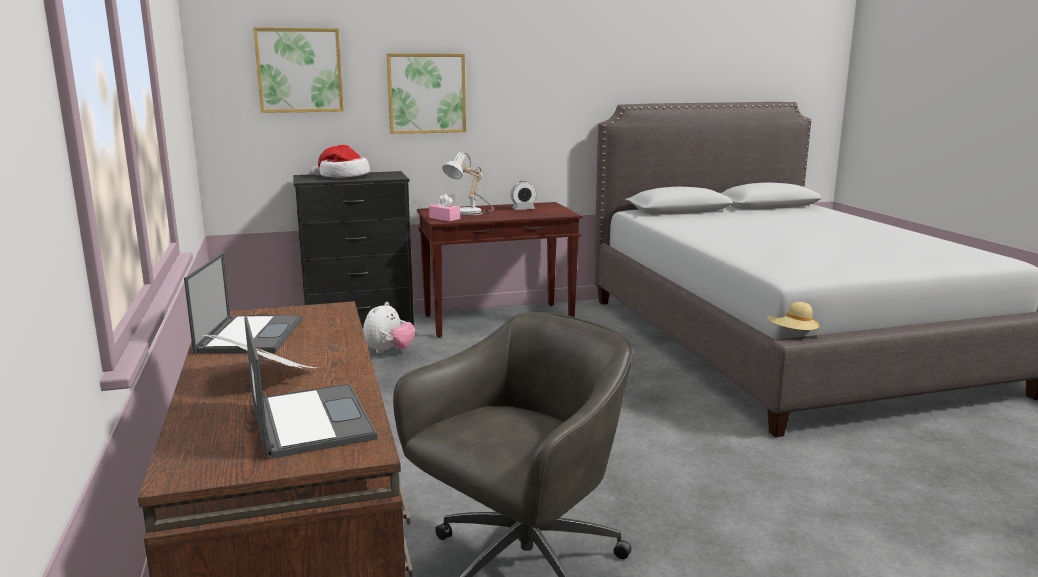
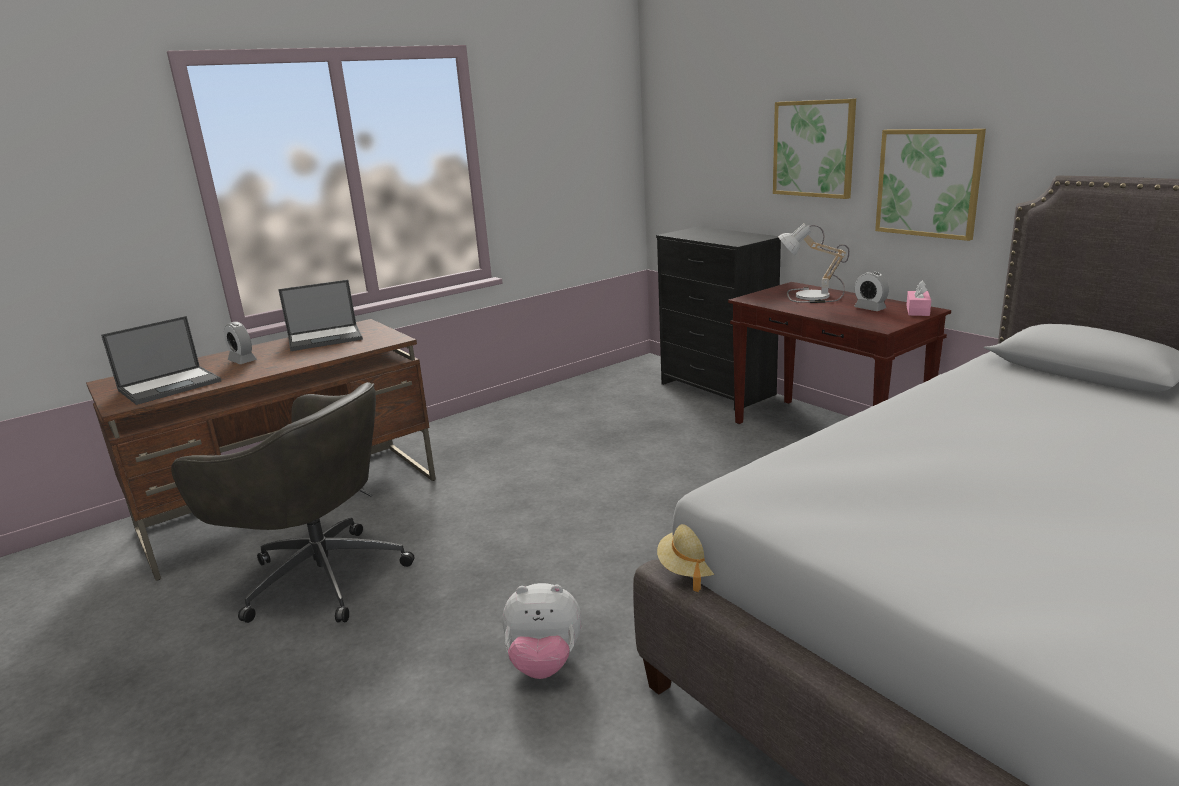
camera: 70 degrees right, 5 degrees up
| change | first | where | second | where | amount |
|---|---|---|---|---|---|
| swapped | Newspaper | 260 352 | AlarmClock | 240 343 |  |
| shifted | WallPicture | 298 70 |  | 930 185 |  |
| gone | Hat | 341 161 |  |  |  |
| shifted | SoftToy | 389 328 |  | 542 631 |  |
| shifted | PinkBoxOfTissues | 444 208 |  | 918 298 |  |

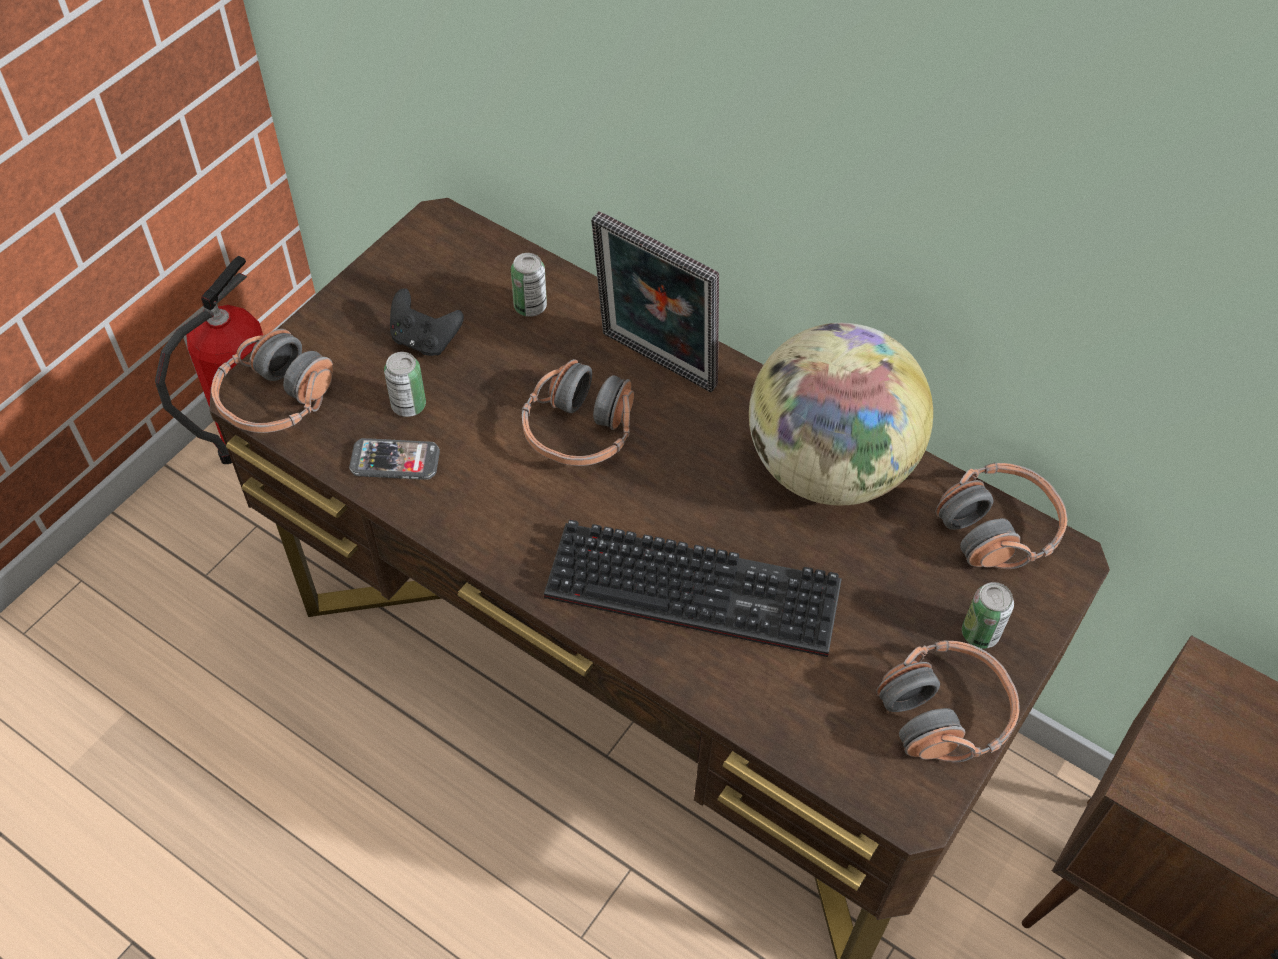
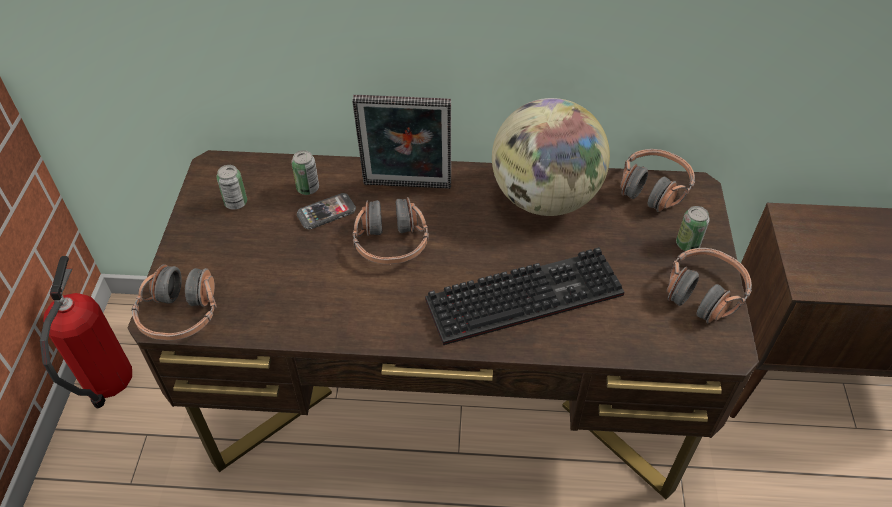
camera: 30 degrees left, 5 degrees down
| change | first | where | second | where | amount |
|---|---|---|---|---|---|
| shifted | Telephone | 394 459 |  | 326 211 |  |
| shifted | MetalCan | 405 384 |  | 232 187 |  |
| gone | BlackishJoypad | 427 322 |  |  |  |

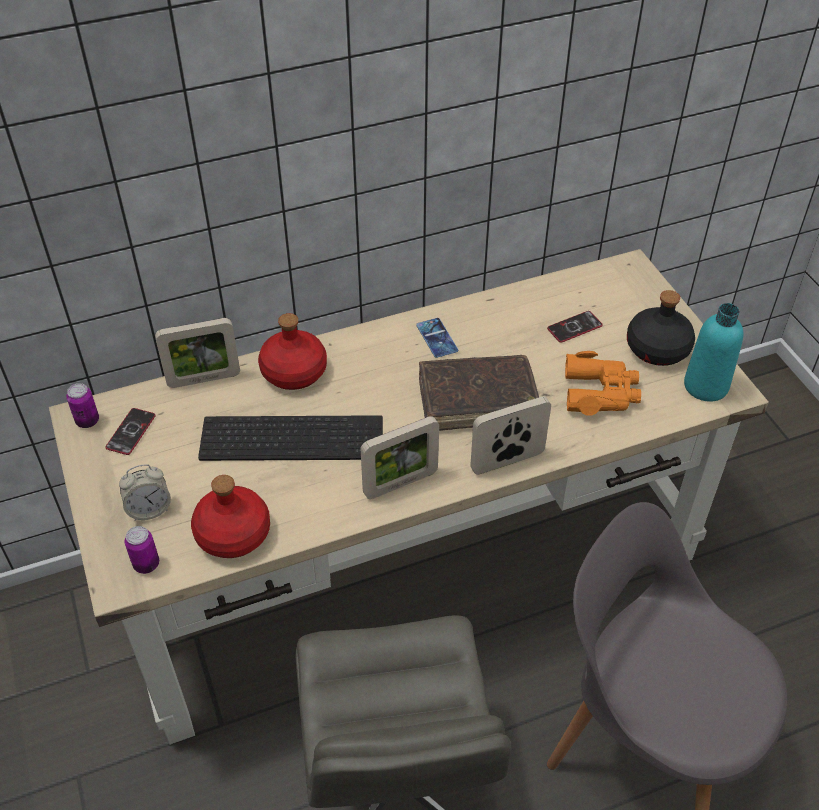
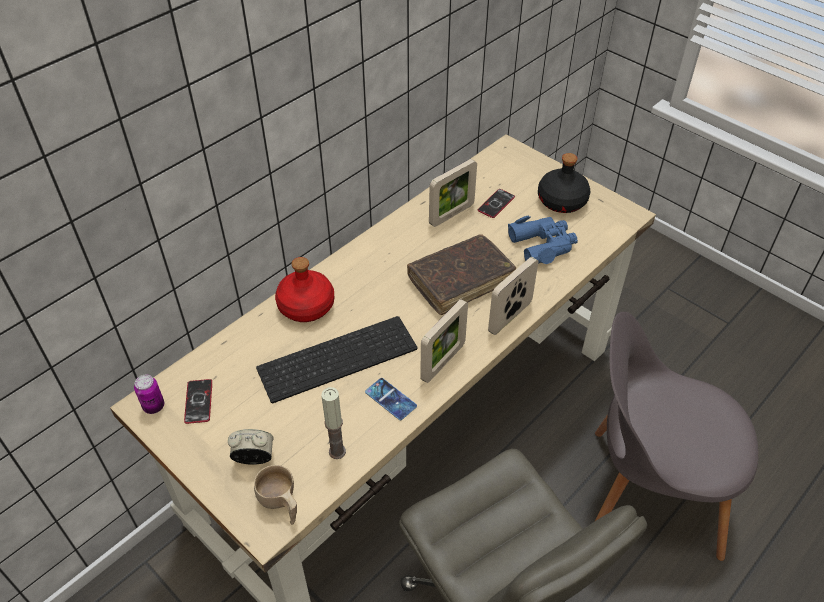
camera: 25 degrees left, 0 degrees up
| change | first | where | second | where | amount |
|---|---|---|---|---|---|
| rotated | AlarmClock | 145 492 |  | 251 447 | 135 degrees counterclockwise |
| swapped | MetalCan | 142 550 | BeigeColouredCup | 275 495 |  |
| shifted | StandingFrame | 197 353 |  | 453 193 |  |
| swapped | RedColouredBeverageBottle | 230 516 | Candle | 333 423 |  |
| shifted | Telephone | 437 338 |  | 391 399 |  |
| repainted | OrangeyFieldGlasses | 603 383 | BlueFieldGlasses | 543 240 |  |
| gone | TurquoiseBeverageBottle | 713 352 |  |  |  |

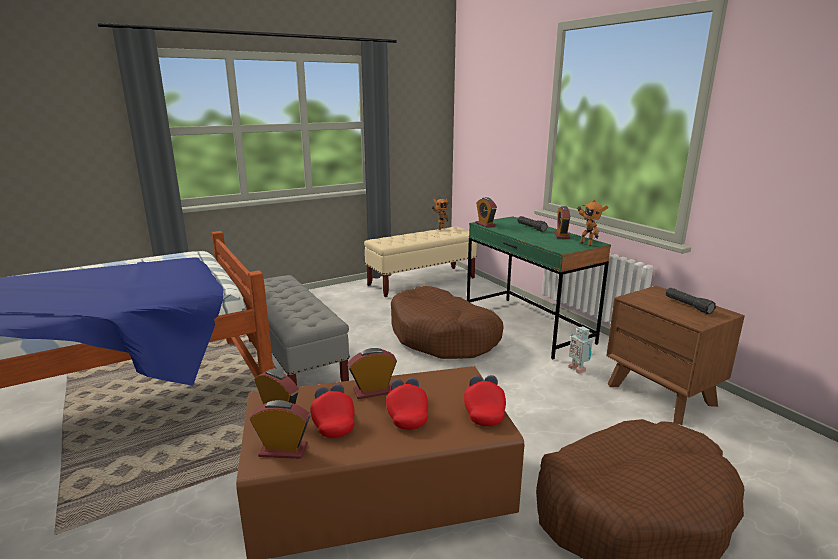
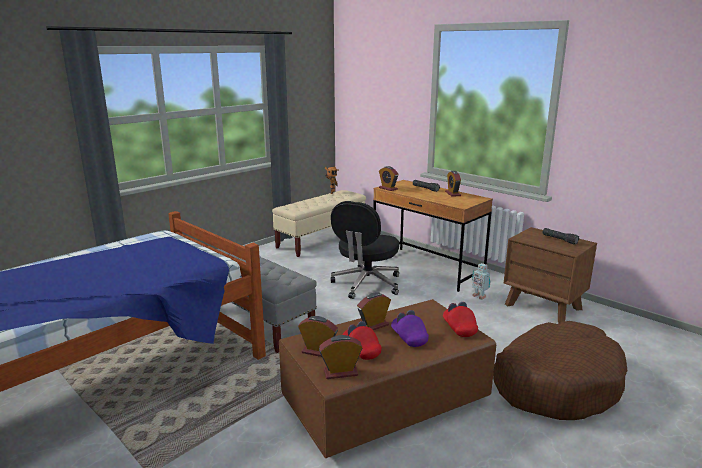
camera: 15 degrees left, 0 degrees up
| change | first | where | second | where | amount |
|---|---|---|---|---|---|
| repainted | RedColouredPeakedCap | 407 404 | PurplishPeakedCap | 410 328 |  |
| swapped | BrownDogCushion | 447 322 | BlackishOfficeChair | 365 250 |  |
| repainted | GreenDeskUnit | 539 288 | BrownDeskUnit | 433 236 |  |
| gone | ModelRobot | 593 222 |  |  |  |

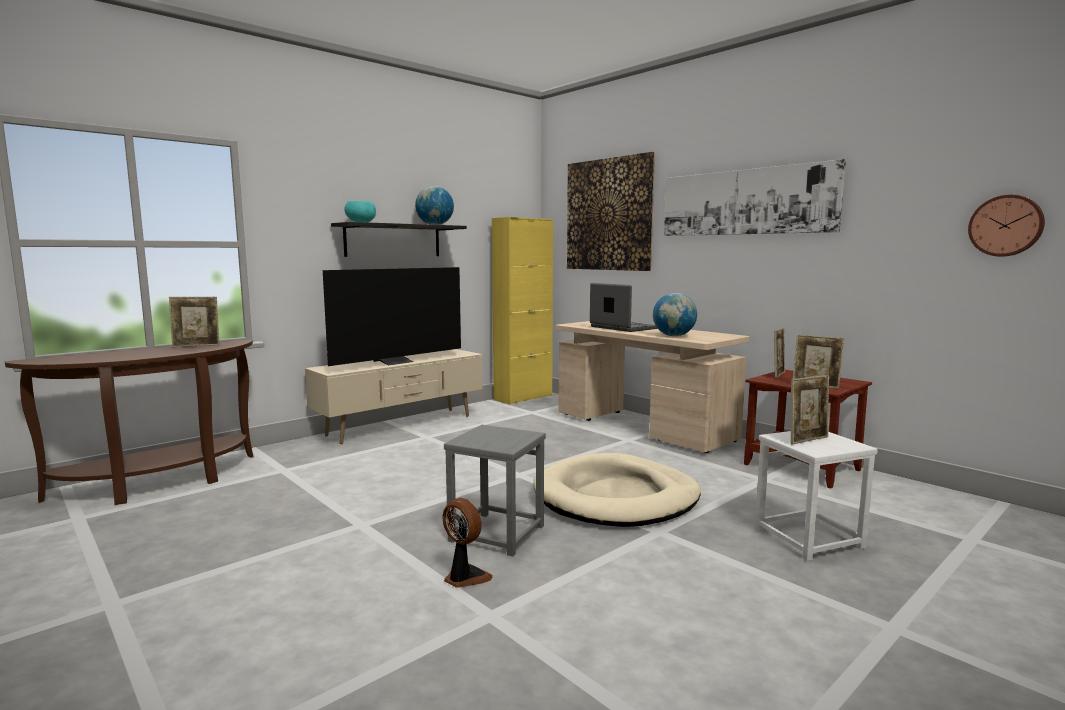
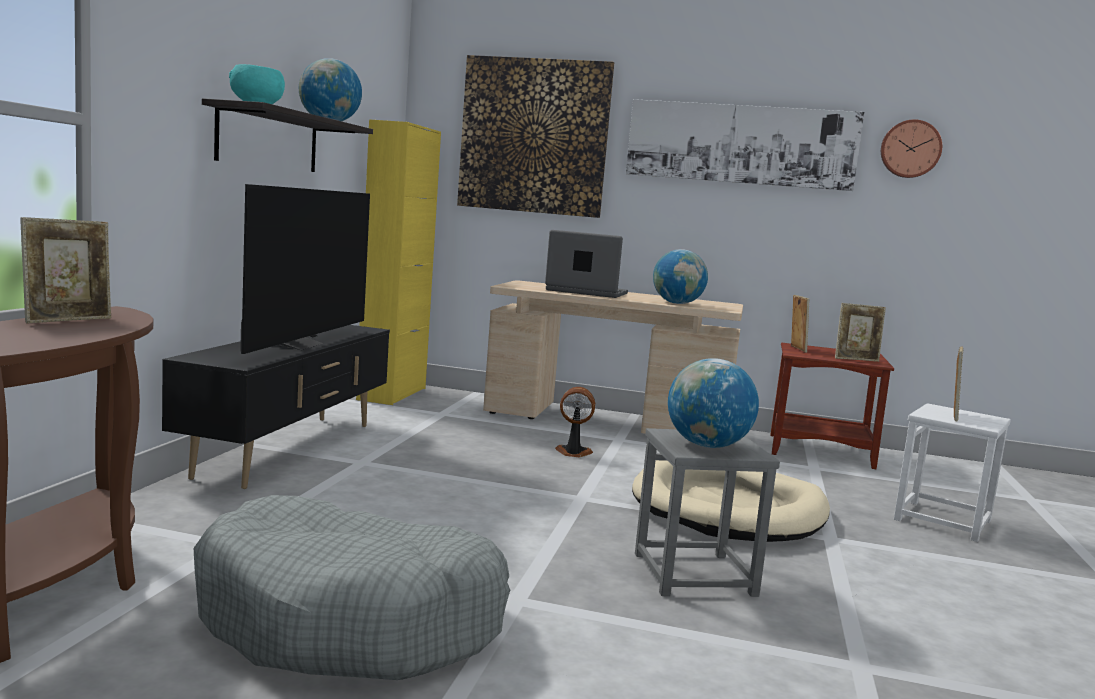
camera: 35 degrees left, 0 degrees up
| change | first | where | second | where | amount |
|---|---|---|---|---|---|
| repainted | BeigeColouredTvUnit | 393 396 | BlackishTvUnit | 276 407 |  |
| shifted | Fan | 467 543 |  | 575 422 |  |
| shifted | ClockOnTheWall | 1006 226 |  | 911 148 |  |
| new |  |  | GreyishDogCushion | 352 587 |  |
| new |  |  | WorldGlobe | 713 403 |  |

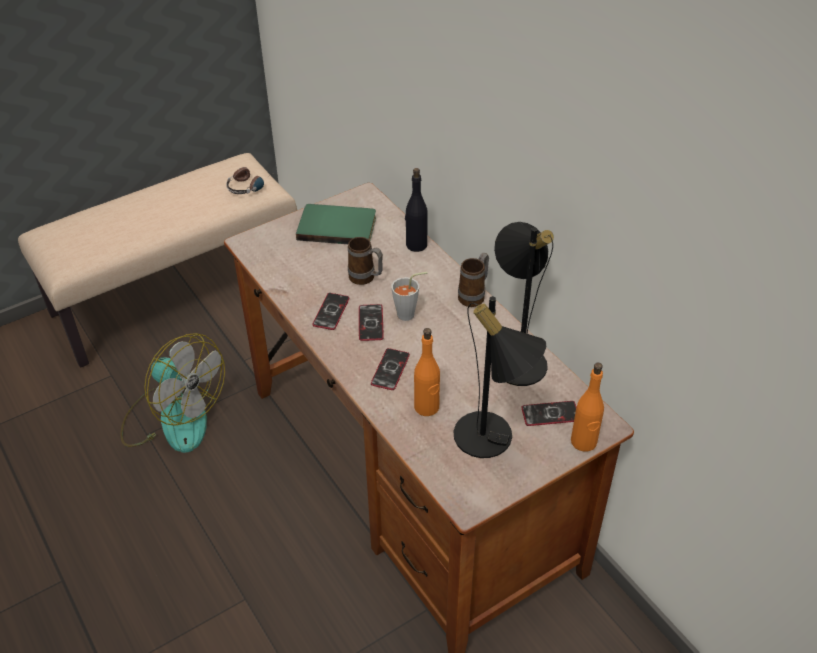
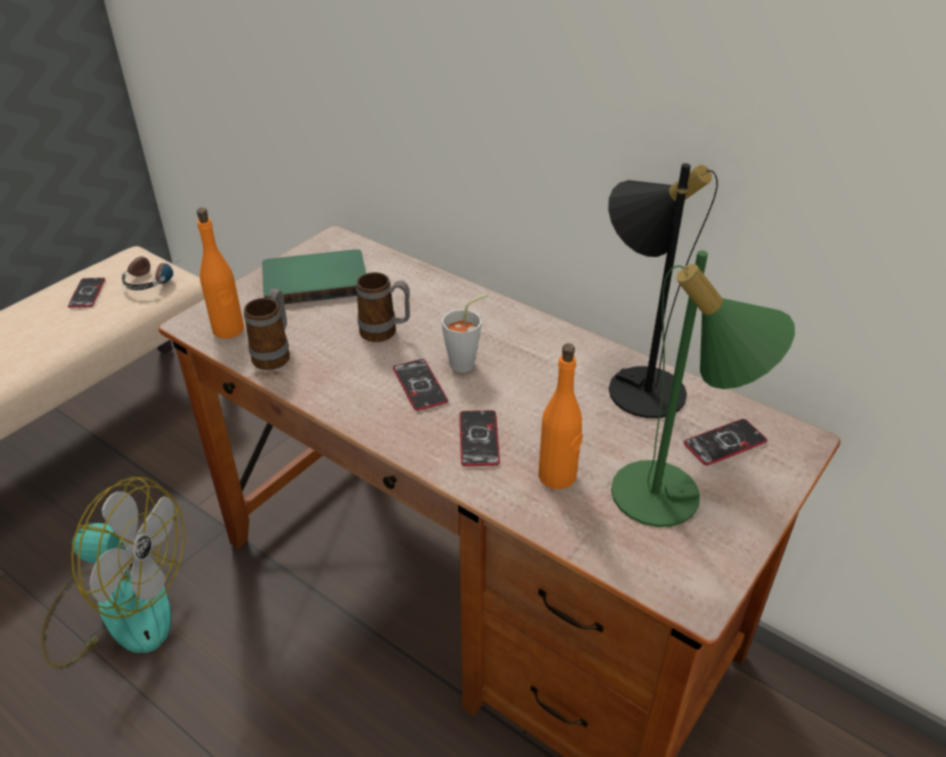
camera: 20 degrees left, 5 degrees down
| change | first | where | second | where | amount |
|---|---|---|---|---|---|
| shifted | Telephone | 330 311 |  | 86 293 |  |
| gone | BlackishBeverageBottle | 416 210 |  |  |  |
| repainted | BlackishLampForATable | 500 377 | GreenLampForATable | 703 389 |  |
| shifted | TeaMug | 473 280 |  | 267 329 |  |
| shifted | OrangeyBeverageBottle | 587 407 |  | 220 273 |  |

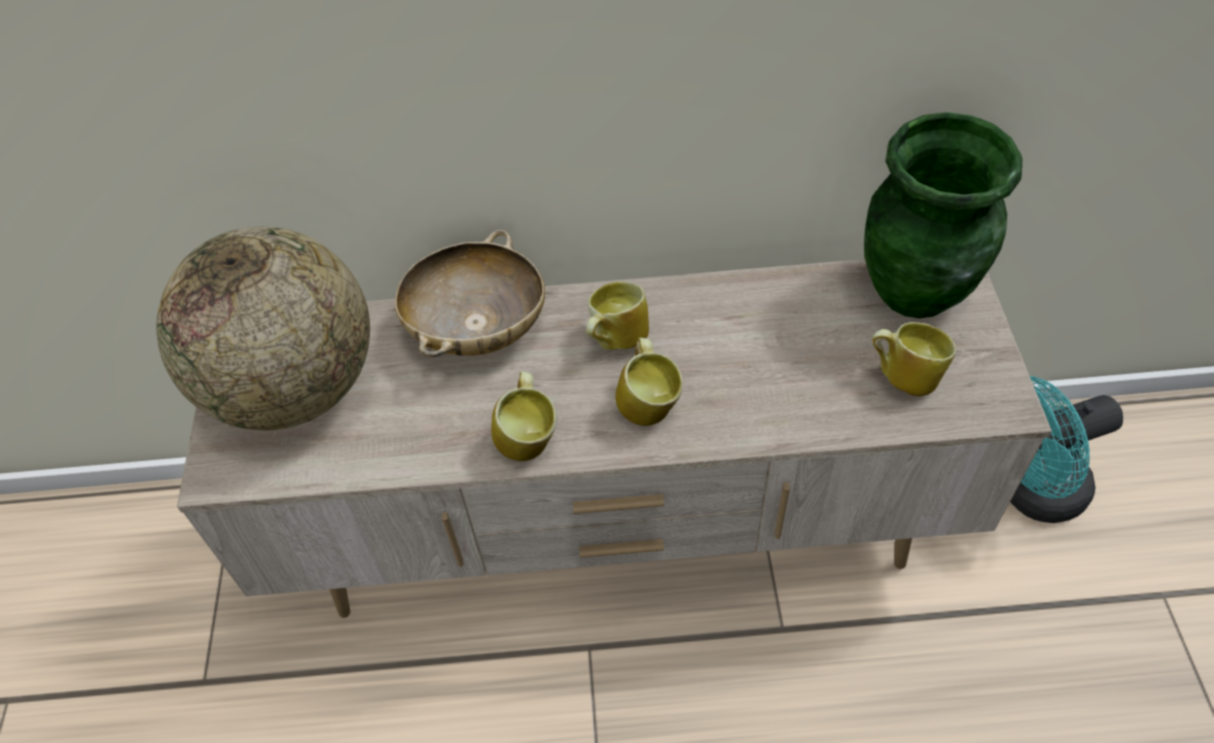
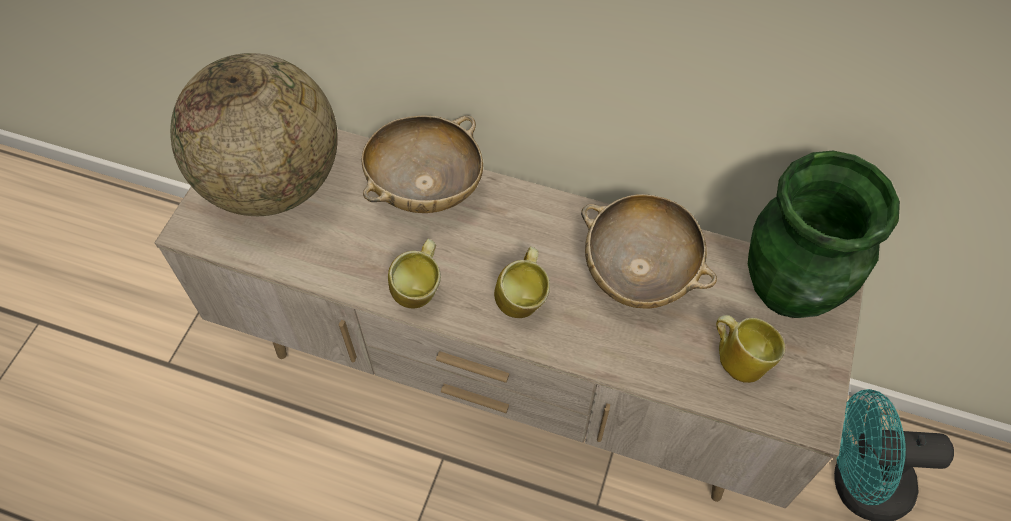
camera: 20 degrees right, 5 degrees up
| change | first | where | second | where | amount |
|---|---|---|---|---|---|
| gone | TeaMug | 617 315 |  |  |  |
| new |  |  | BeigeColouredServingBowl | 649 251 |  |

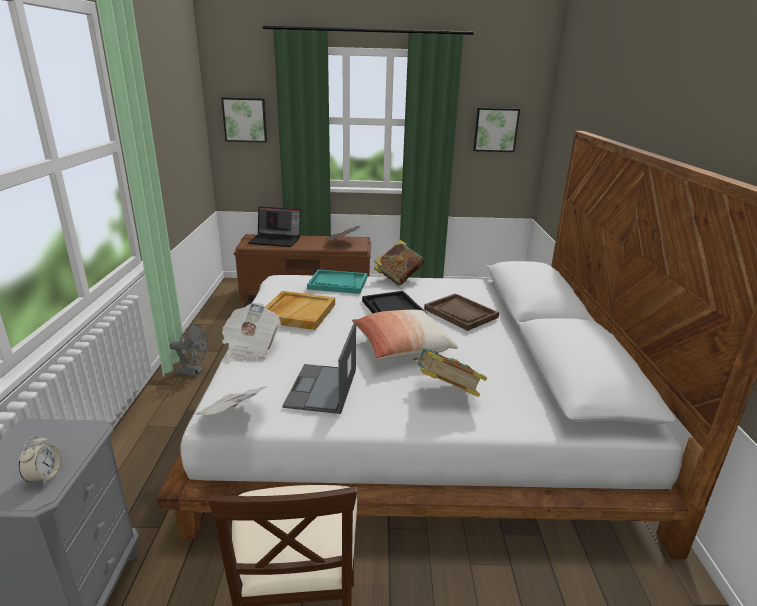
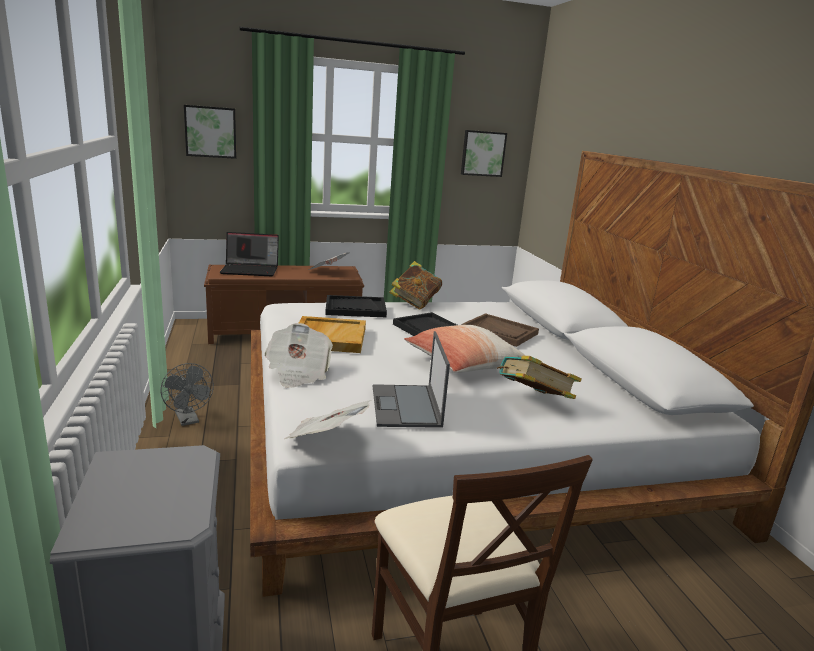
camera: 15 degrees left, 5 degrees down
| change | first | where | second | where | amount |
|---|---|---|---|---|---|
| gone | AlarmClock | 40 460 |  |  |  |
| rotated | GreyishFan | 189 350 |  | 187 394 | 60 degrees clockwise |
| repainted | TurquoiseCarryingTray | 337 281 | BlackishCarryingTray | 356 306 |  |

